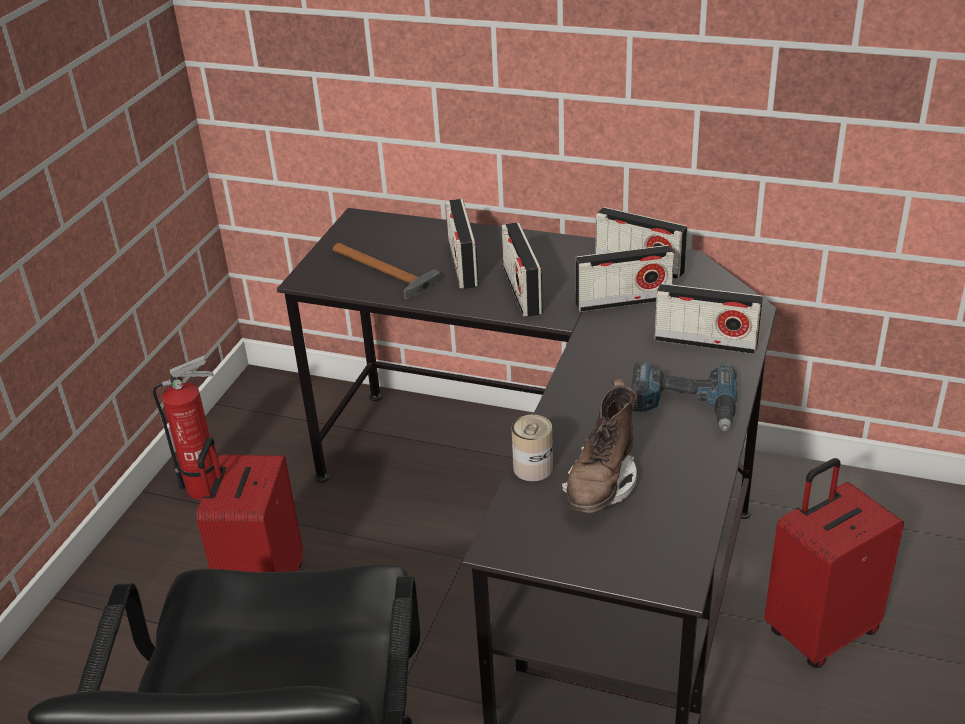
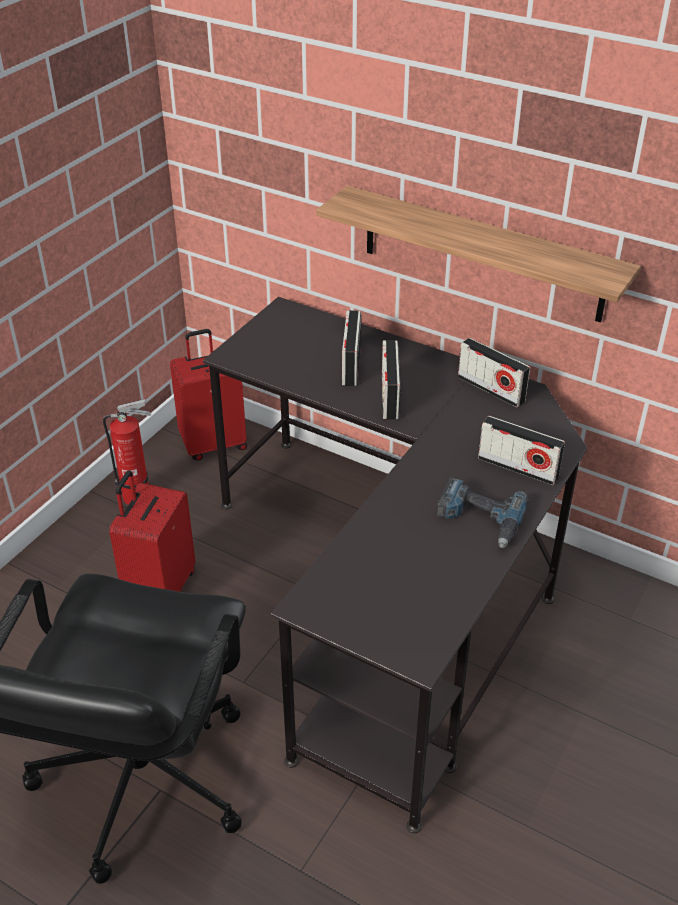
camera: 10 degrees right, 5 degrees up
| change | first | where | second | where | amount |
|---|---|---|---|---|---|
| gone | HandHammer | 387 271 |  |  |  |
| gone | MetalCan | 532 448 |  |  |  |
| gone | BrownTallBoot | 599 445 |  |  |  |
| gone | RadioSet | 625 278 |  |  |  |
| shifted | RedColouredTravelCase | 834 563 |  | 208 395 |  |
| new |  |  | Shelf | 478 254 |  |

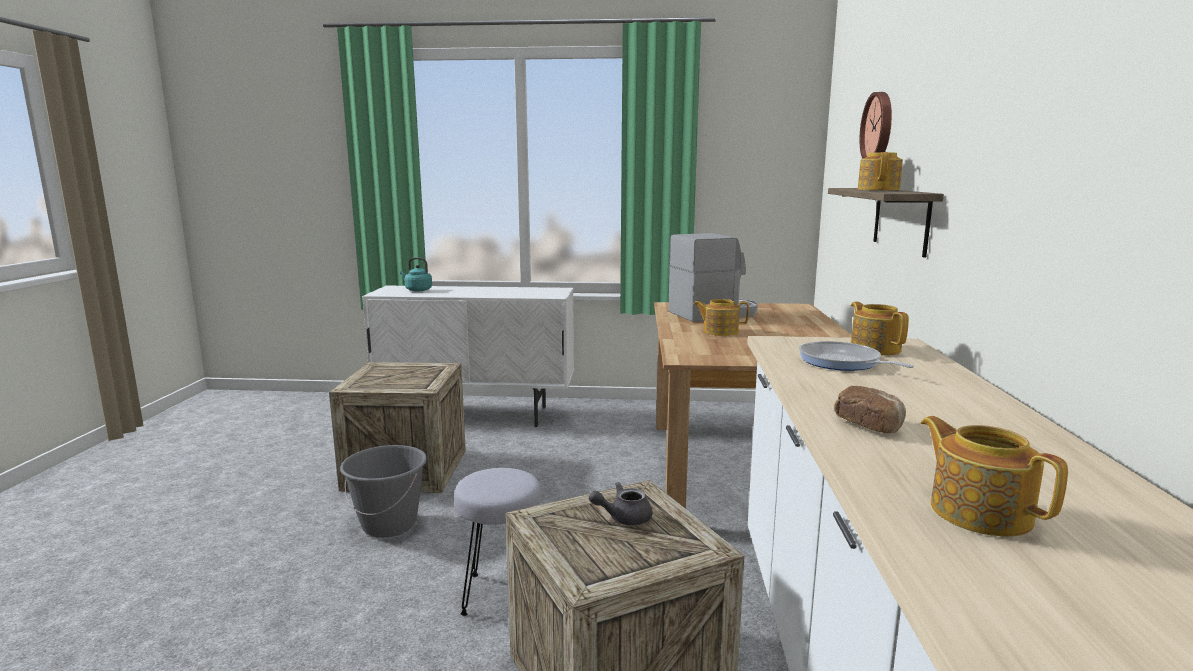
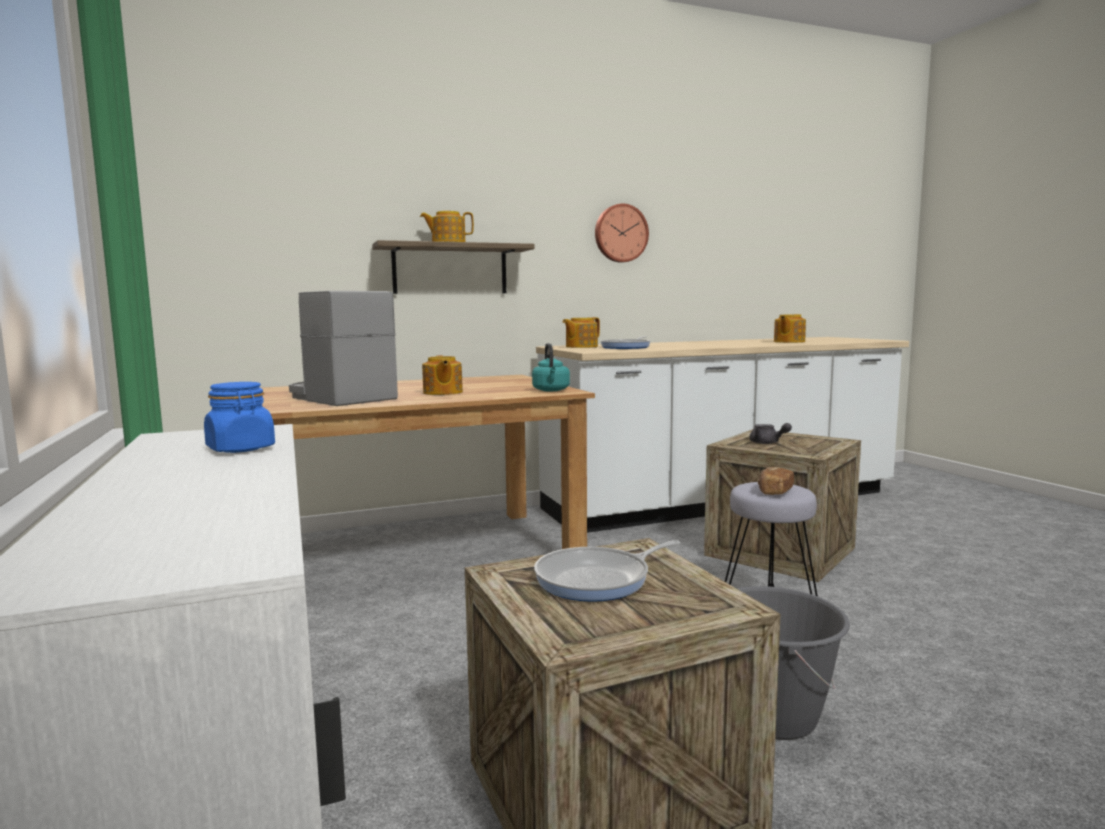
camera: 115 degrees left, 5 degrees down
| change | first | where | second | where | amount |
|---|---|---|---|---|---|
| shifted | TurquoiseWaterKettle | 416 274 |  | 551 367 |  |
| shifted | BakeryBread | 870 409 |  | 776 481 |  |
| shifted | ClockOnTheWall | 876 125 |  | 622 233 |  |
| new |  |  | BlueStorageJar | 239 417 |  |
| new |  |  | Skillet | 607 571 |  |

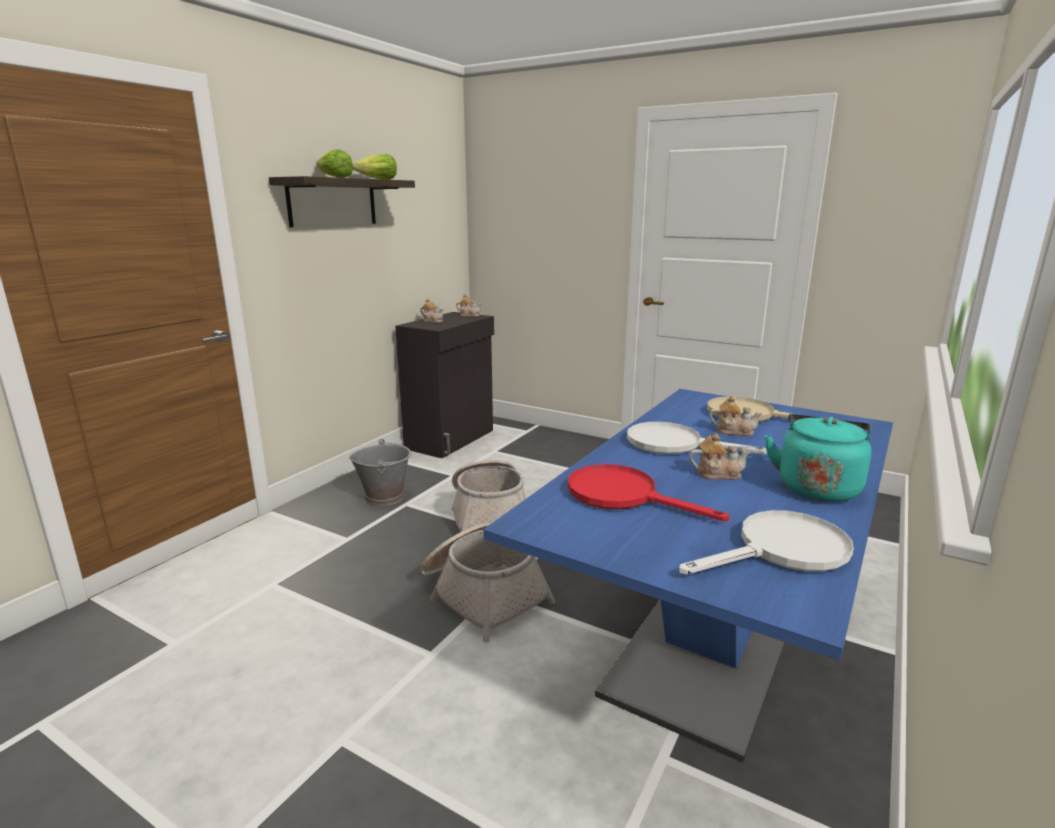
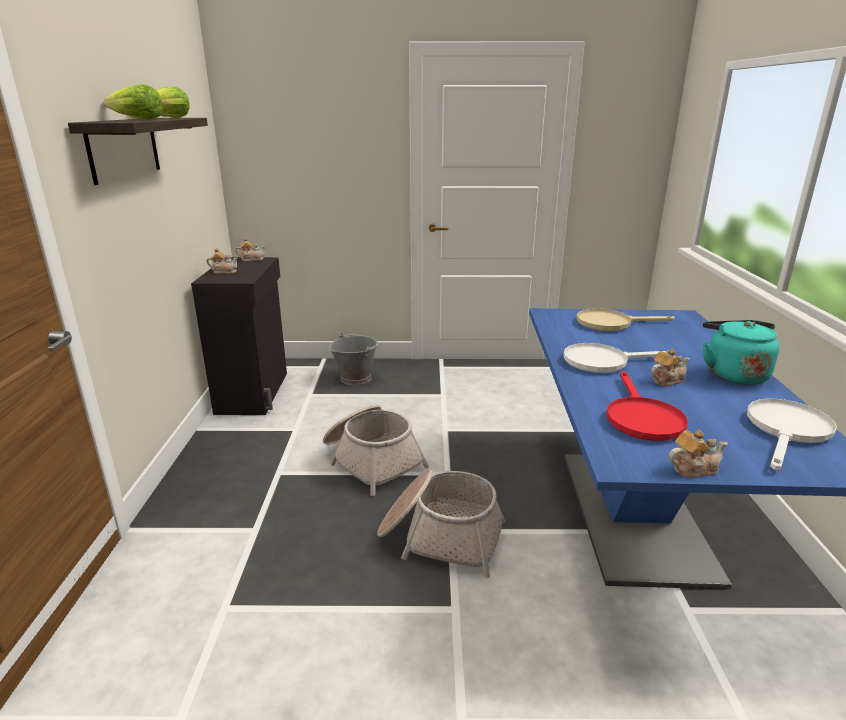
camera: 30 degrees left, 5 degrees up
| change | first | where | second | where | amount |
|---|---|---|---|---|---|
| shifted | GreyishBucket | 380 472 |  | 353 359 |  |
| rotated | RedColouredSkillet | 648 492 |  | 647 406 | 90 degrees counterclockwise |
| shifted | PotForTea | 735 415 |  | 698 454 |  |

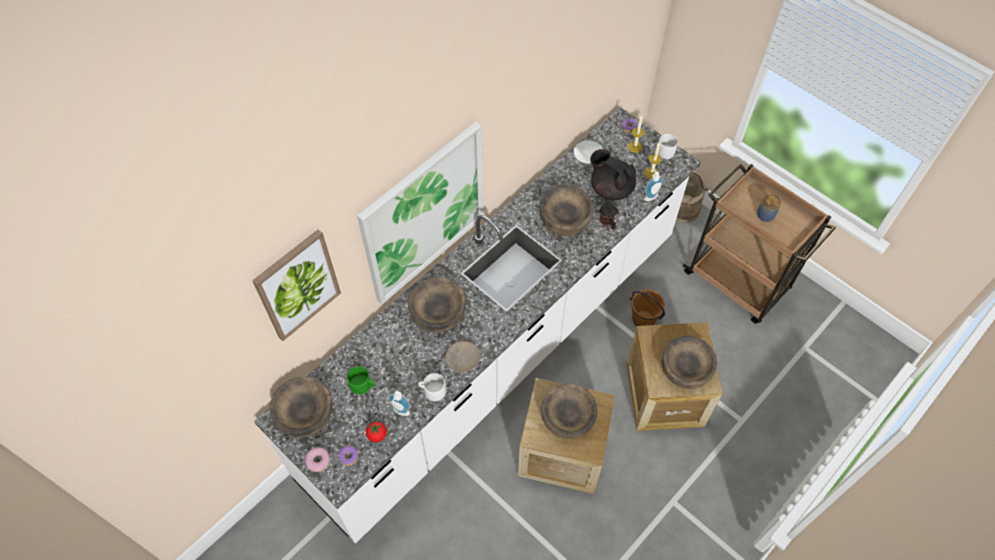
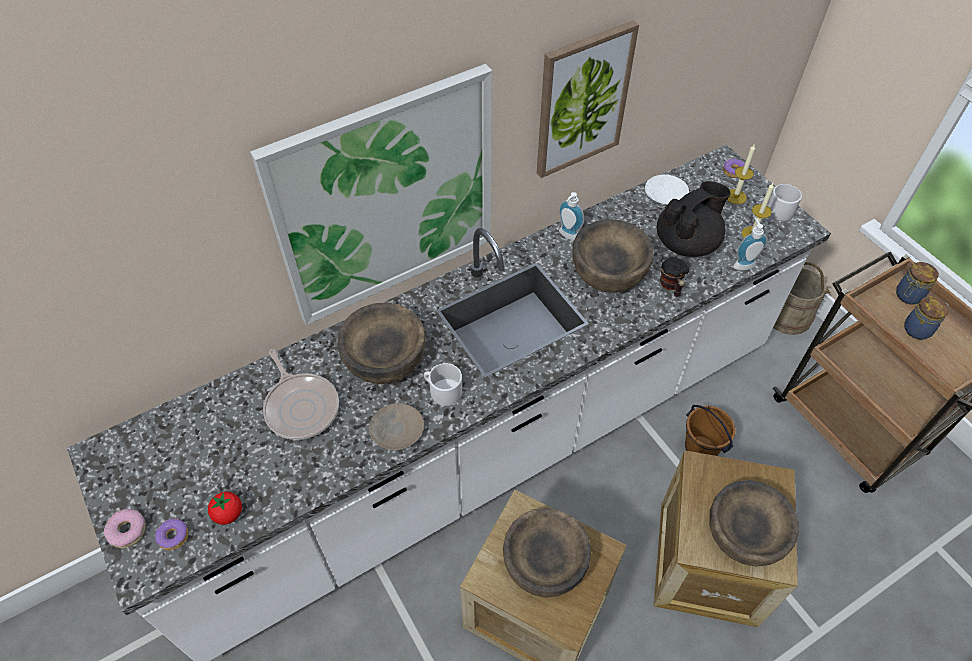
camera: 15 degrees right, 5 degrees down
| change | first | where | second | where | amount |
|---|---|---|---|---|---|
| shifted | WallPicture | 296 285 |  | 588 99 |  |
| gone | BrownServingBowl | 301 407 |  |  |  |
| gone | GreenTeaMug | 361 380 |  |  |  |
| shifted | SoapBottle | 399 403 |  | 571 216 |  |
| shifted | WhiteTeaMug | 432 387 |  | 443 384 |  |
| rotated | BlackishPotForTea | 613 174 |  | 694 219 | 90 degrees clockwise |
| new |  |  | Skillet | 301 394 |  |
| new |  |  | StorageJar | 917 283 |  |

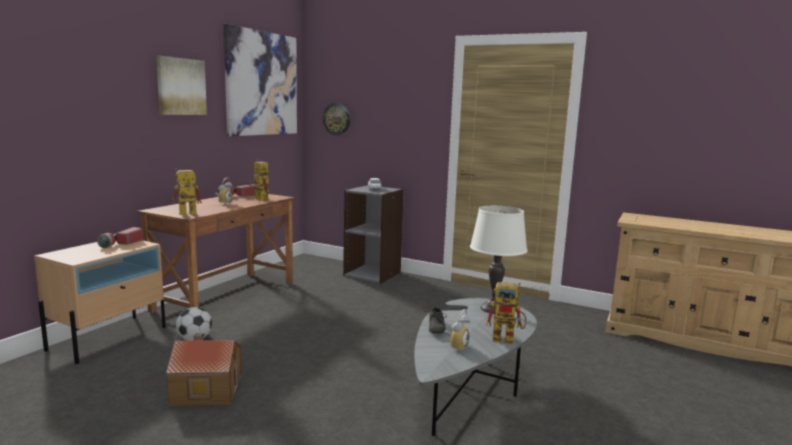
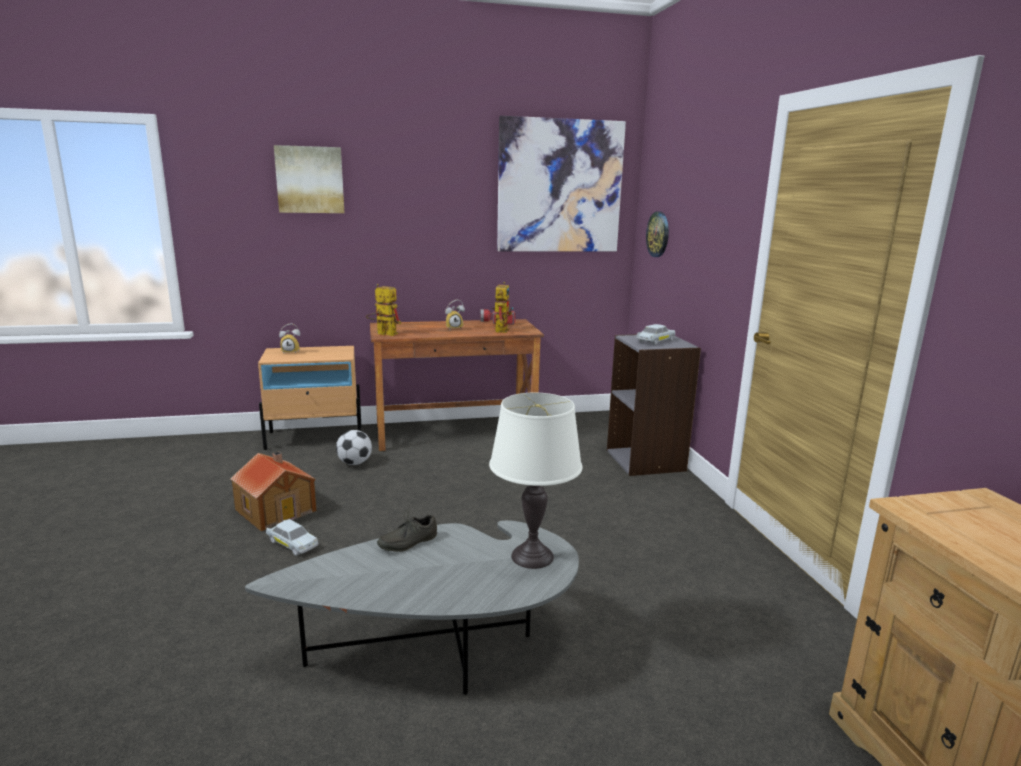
camera: 50 degrees right, 5 degrees up
| change | first | where | second | where | amount |
|---|---|---|---|---|---|
| gone | Torch | 120 237 |  |  |  |
| shifted | WallPicture | 181 85 |  | 309 179 |  |
| shifted | AlarmClock | 457 330 |  | 289 338 |  |
| gone | ModelRobot | 506 313 |  |  |  |
| new |  |  | WhiteModelCar | 292 537 |  |

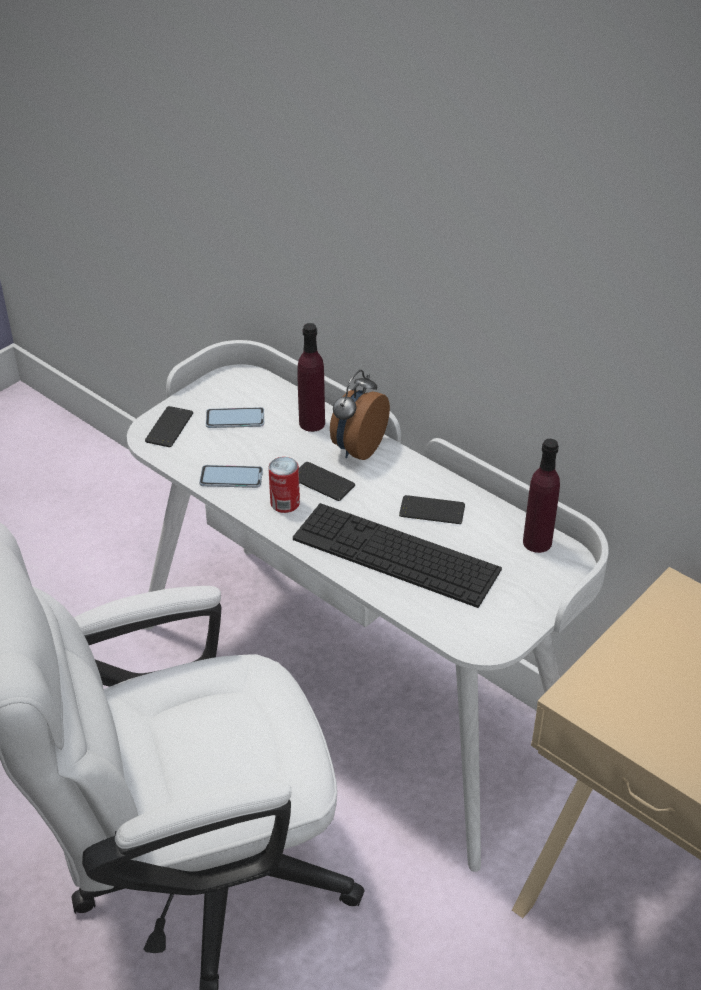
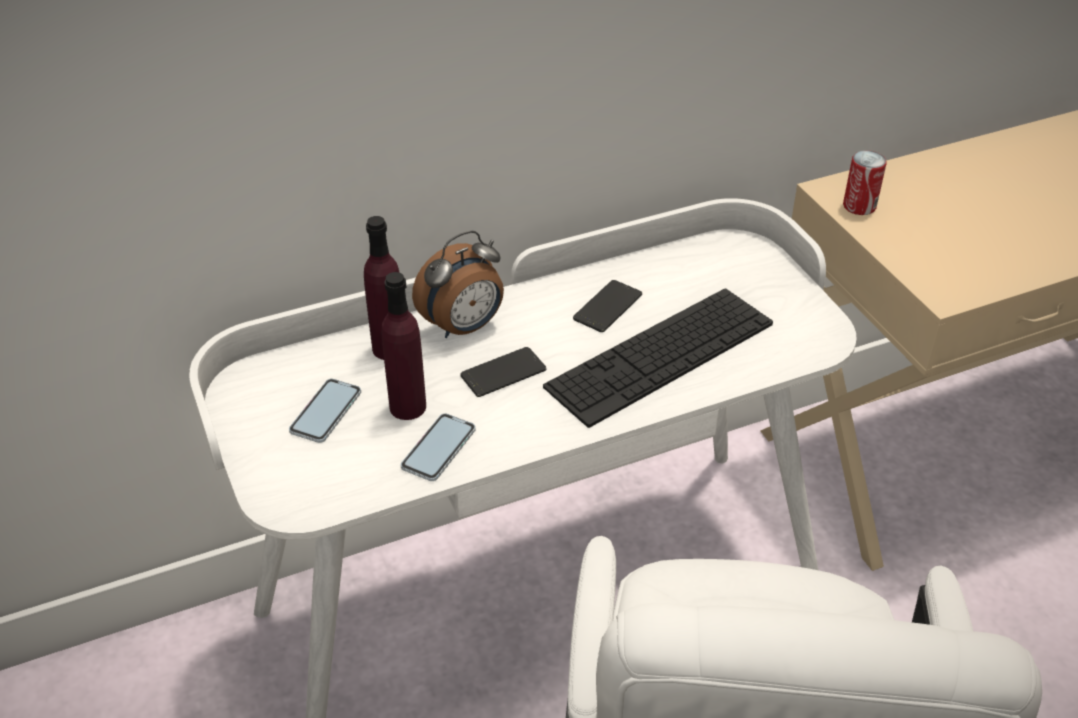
camera: 65 degrees left, 0 degrees up
| change | first | where | second | where | amount |
|---|---|---|---|---|---|
| gone | Telephone | 169 426 |  |  |  |
| shifted | MetalCan | 284 485 |  | 865 182 |  |
| rotated | AlarmClock | 360 415 |  | 458 284 | 90 degrees counterclockwise |
| shifted | PurplishBeverageBottle | 541 496 |  | 403 346 |  |

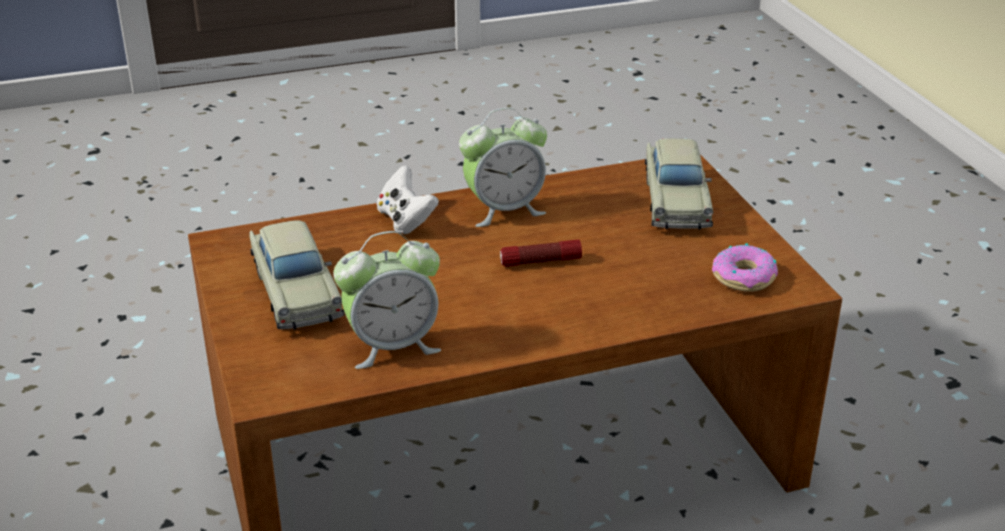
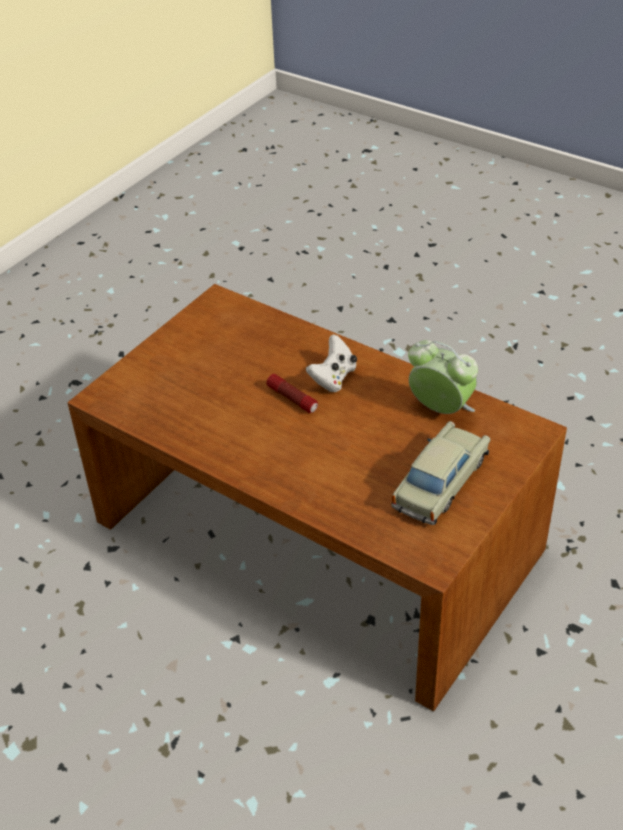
camera: 125 degrees left, 10 degrees up
| change | first | where | second | where | amount |
|---|---|---|---|---|---|
| shifted | WhiteJoypad | 408 199 |  | 331 363 |  |
| gone | AlarmClock | 503 167 |  |  |  |
| gone | BeigeColouredModelCar | 679 184 |  |  |  |
| gone | RingDoughnut | 745 268 |  |  |  |

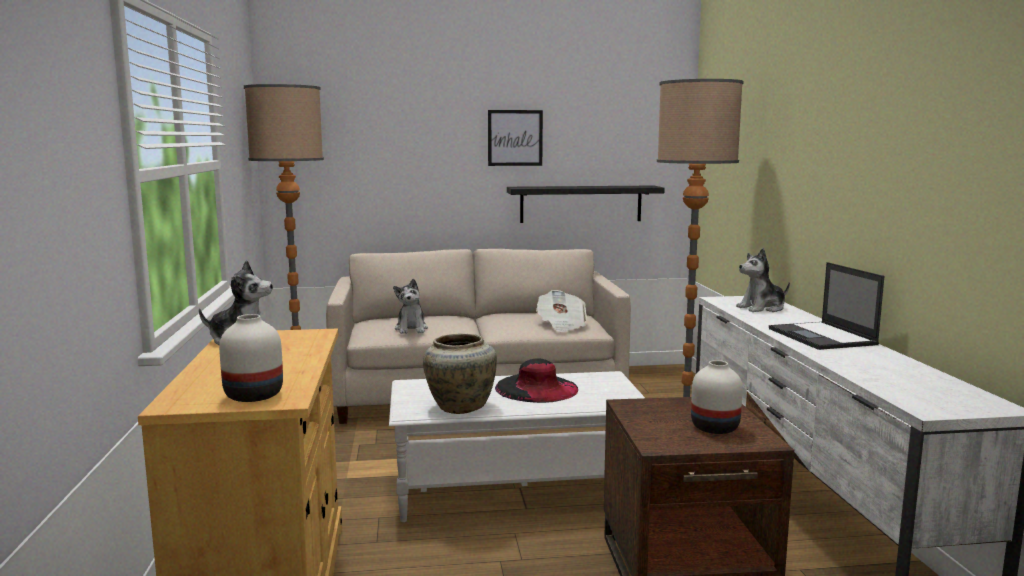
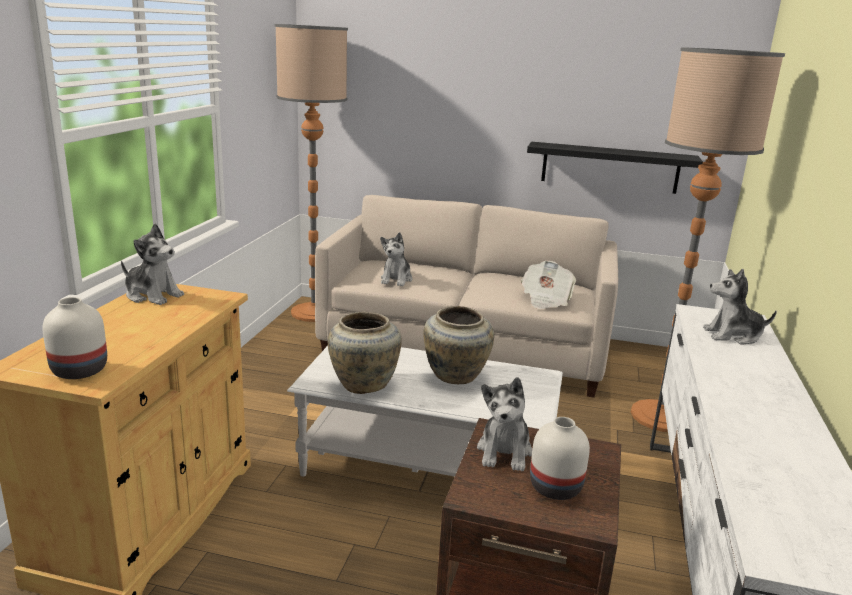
camera: 20 degrees right, 10 degrees up
| change | first | where | second | where | amount |
|---|---|---|---|---|---|
| gone | WallPicture | 515 138 |  |  |  |
| swapped | BlackishHat | 537 380 | BeigeColouredDecorativeVase | 458 345 |  |
| gone | NotebookComputer | 826 306 |  |  |  |
| new |  |  | SoftToy | 504 424 |  |

